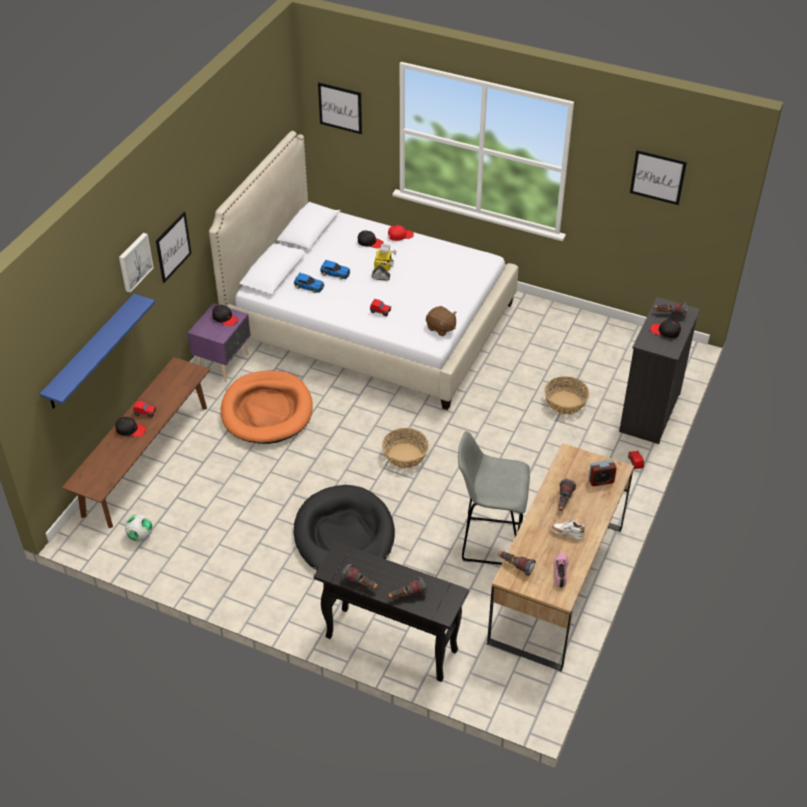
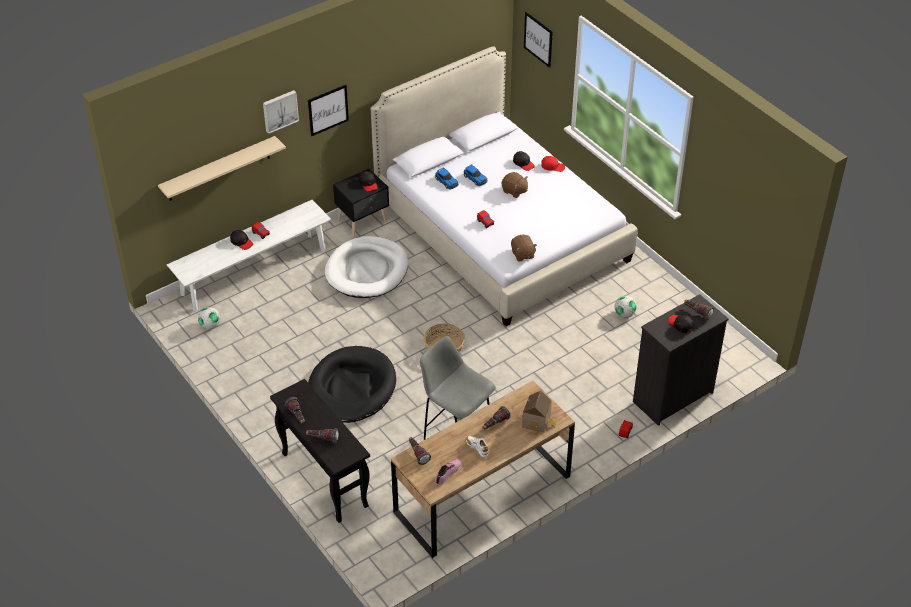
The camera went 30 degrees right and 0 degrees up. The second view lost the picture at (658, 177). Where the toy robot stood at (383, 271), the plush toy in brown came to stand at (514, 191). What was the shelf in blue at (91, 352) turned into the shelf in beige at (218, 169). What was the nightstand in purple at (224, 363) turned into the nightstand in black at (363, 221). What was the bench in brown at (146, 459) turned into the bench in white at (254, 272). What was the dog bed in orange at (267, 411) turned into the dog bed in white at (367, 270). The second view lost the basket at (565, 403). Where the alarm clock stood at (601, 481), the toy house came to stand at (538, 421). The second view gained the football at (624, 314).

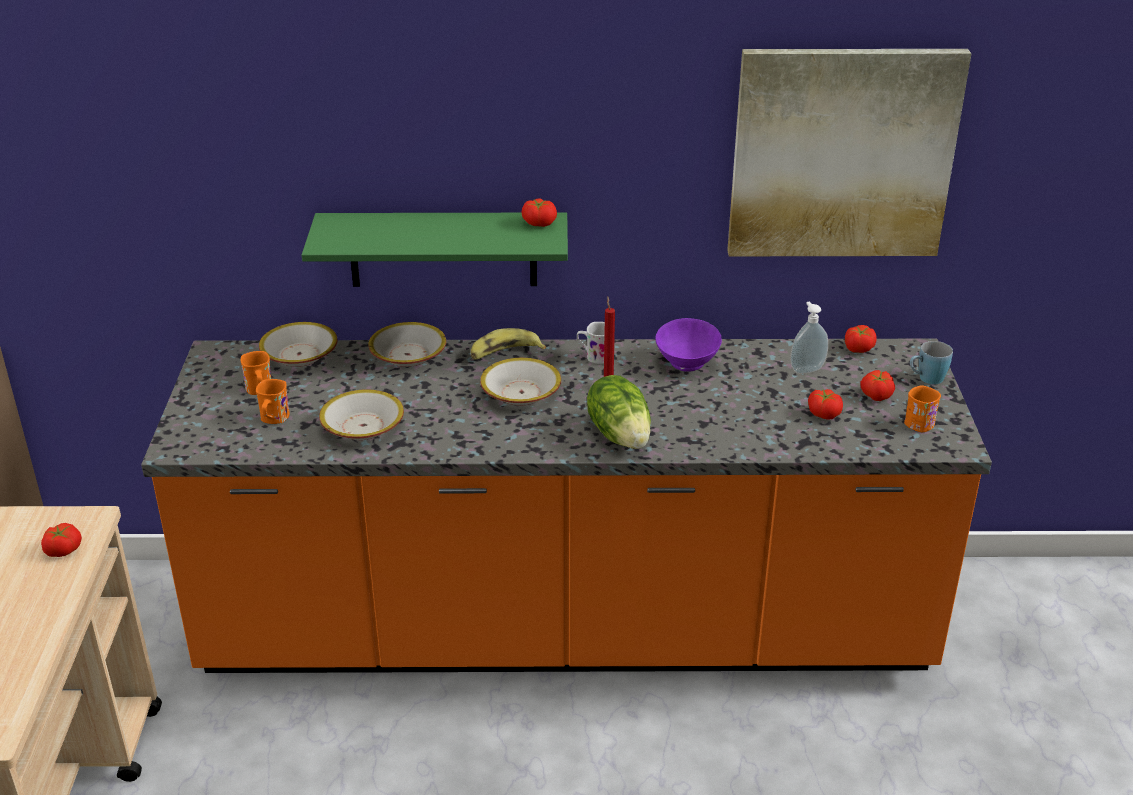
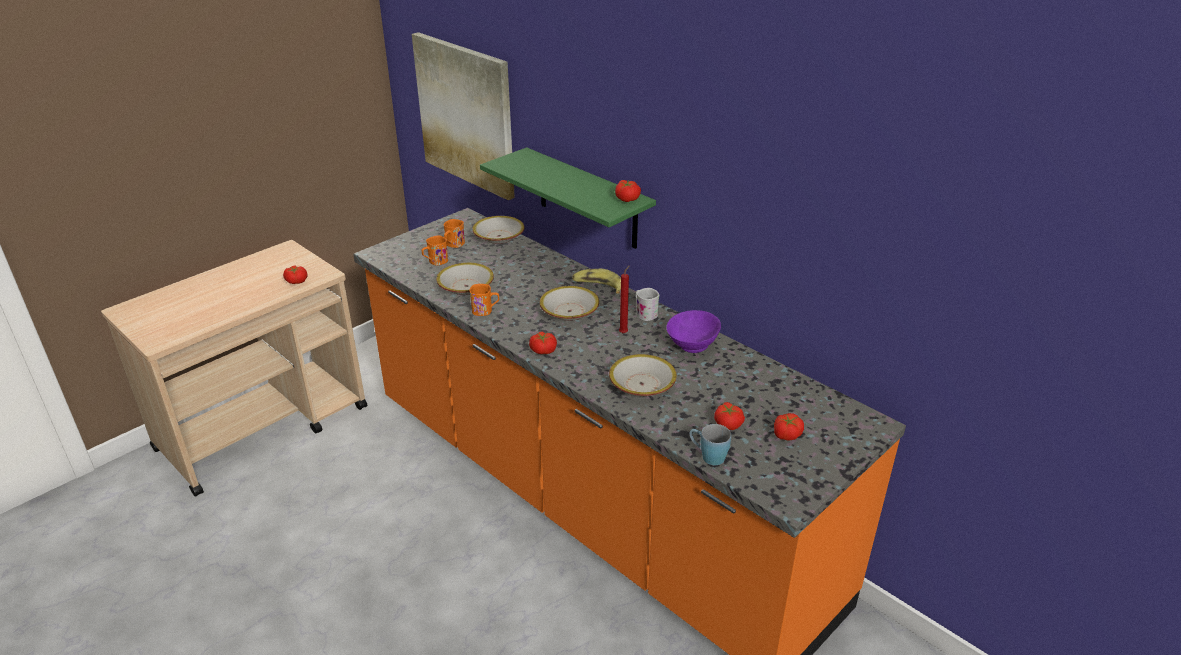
The camera went 45 degrees right and 0 degrees up. The picture ended up elsewhere, having gone from (842, 153) to (466, 114). The second view lost the soap dispenser at (806, 369). The bowl ended up elsewhere, having gone from (407, 355) to (641, 384). The tomato ended up elsewhere, having gone from (858, 348) to (543, 350). The mug in blue ended up elsewhere, having gone from (926, 379) to (708, 456). The second view lost the lettuce at (621, 434). The mug in orange ended up elsewhere, having gone from (922, 422) to (485, 311).

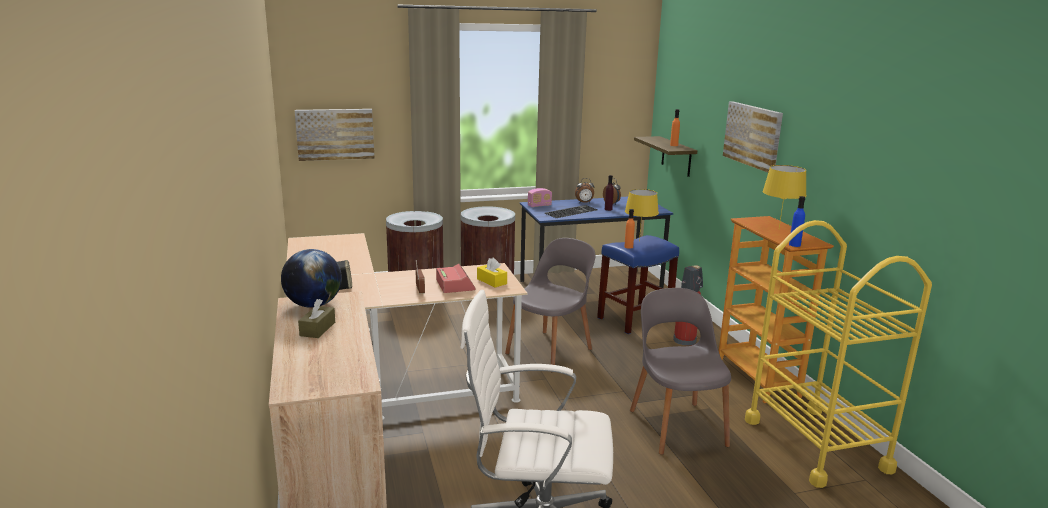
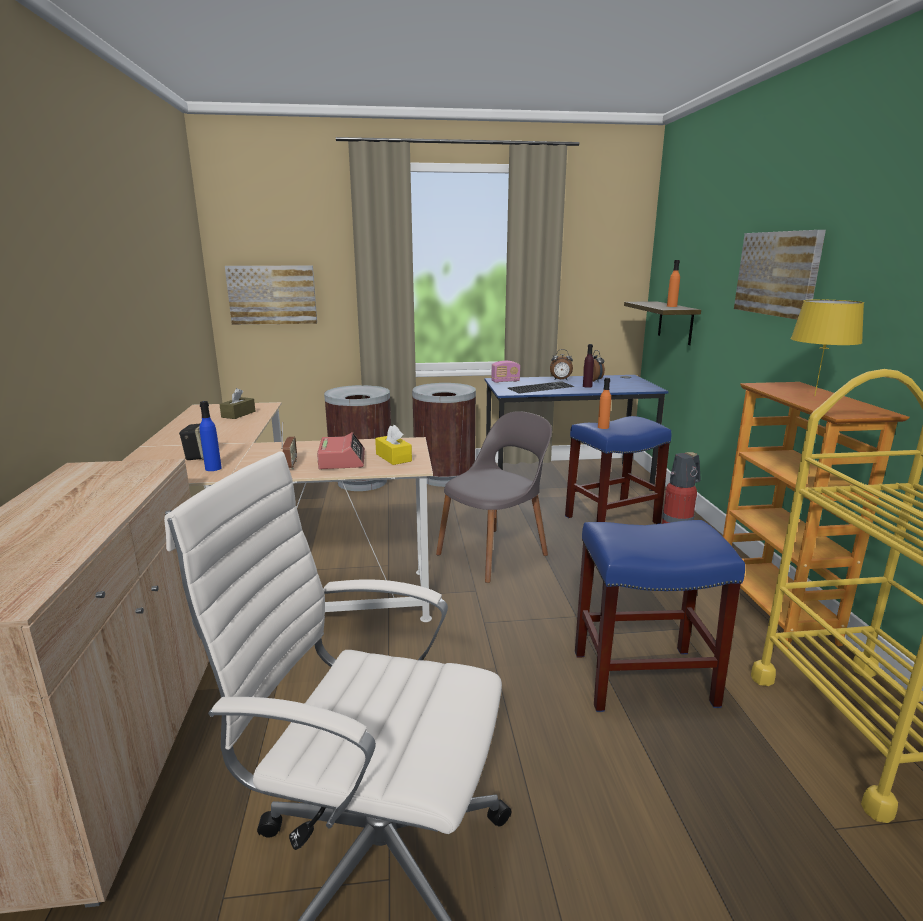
The camera went 10 degrees right and 0 degrees up. The second view lost the table lamp in yellow at (639, 241). The bottle in blue ended up elsewhere, having gone from (794, 245) to (213, 468). The second view lost the globe at (313, 305). Where the chair in grey stood at (677, 426), the stool in blue came to stand at (644, 677). The tissue box in brown ended up elsewhere, having gone from (317, 329) to (238, 414).

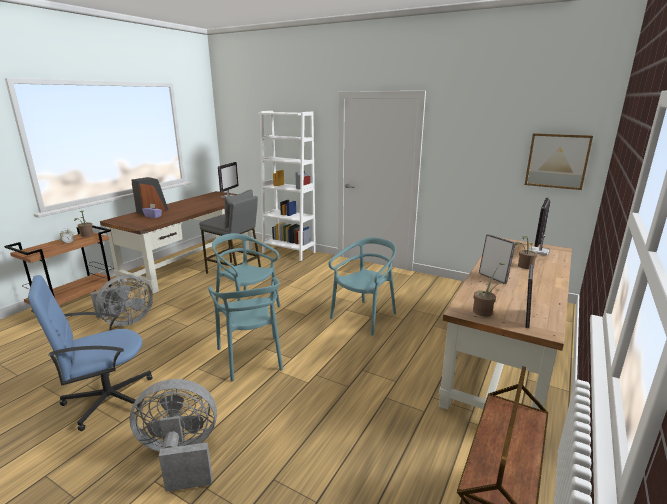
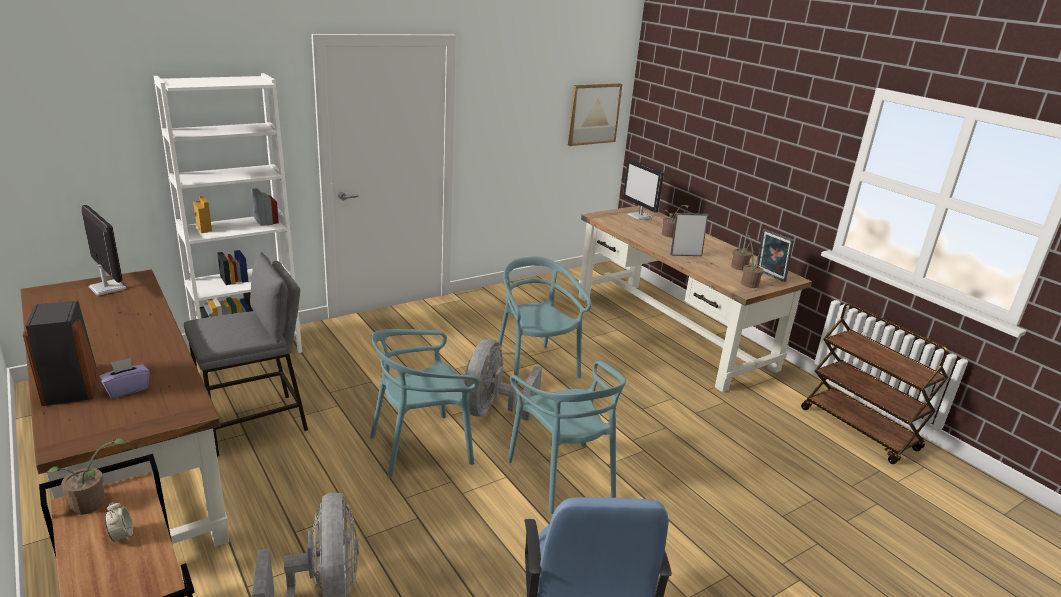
The camera went 65 degrees left and 5 degrees up. The chair in turquoise at (251, 357) ended up facing another way, 60 degrees clockwise from before. The fan in grey ended up elsewhere, having gone from (181, 456) to (492, 410). The second view gained the potted plant at (740, 266).

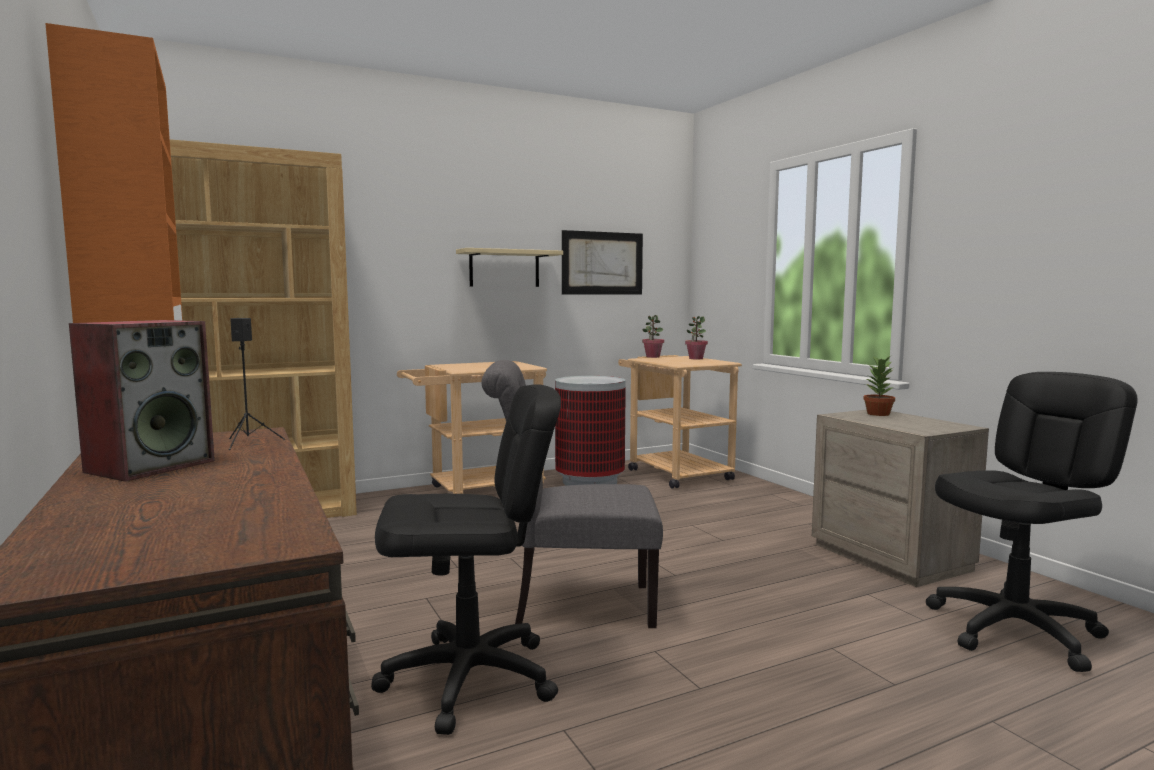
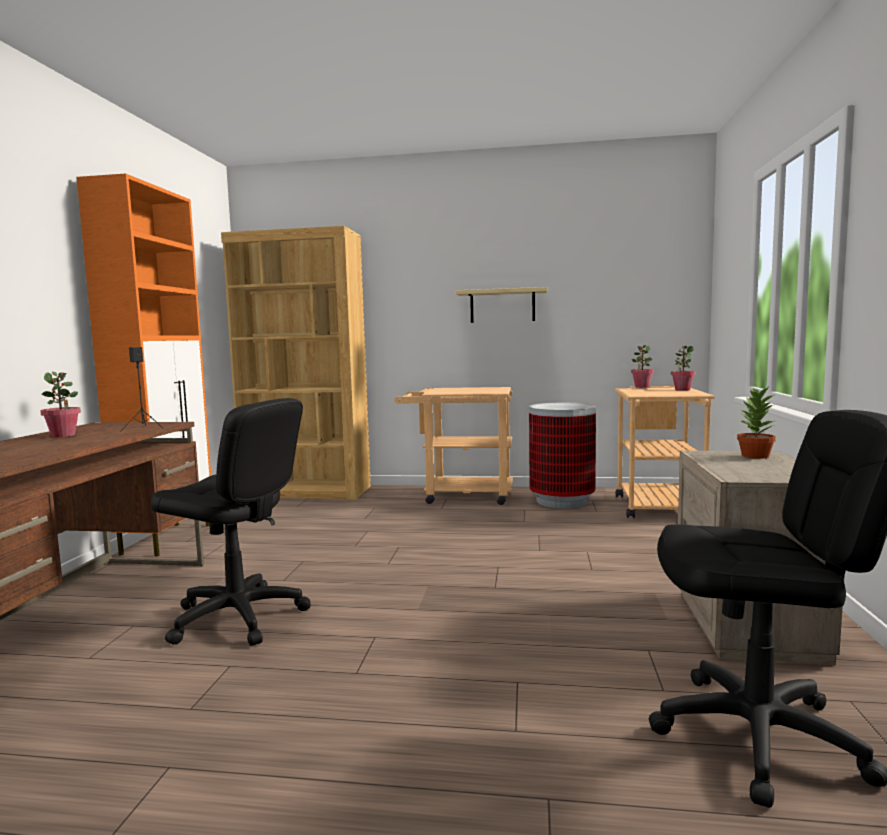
The camera went 35 degrees right and 0 degrees up. The second view lost the picture at (602, 263). Where the speaker stood at (151, 466), the potted plant came to stand at (63, 435). The second view lost the chair in grey at (573, 605).

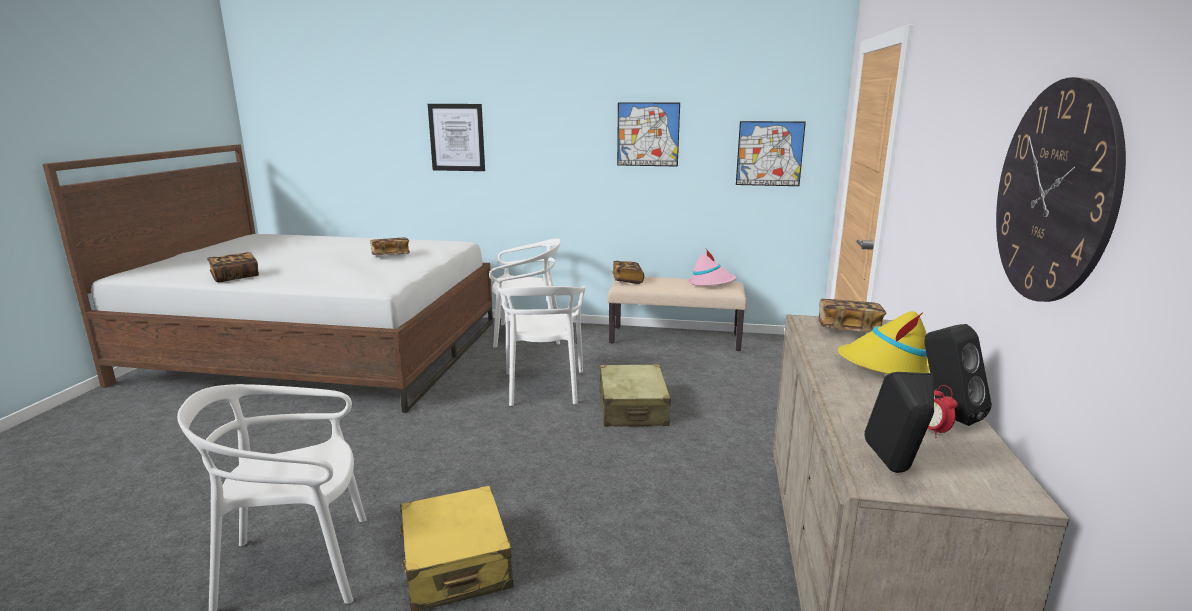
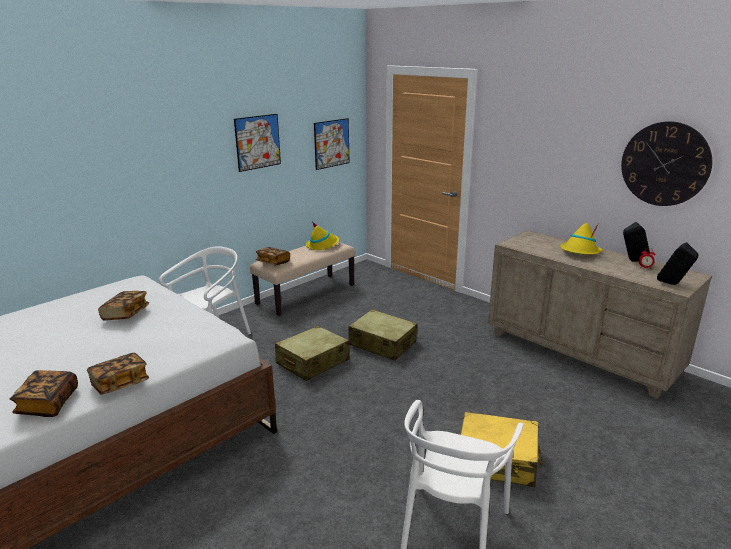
The camera went 55 degrees left and 5 degrees up. The second view lost the picture at (457, 137). What was the hat in pink at (711, 283) turned into the hat in yellow at (322, 245). Where the chair in white stood at (544, 387), the suitcase in beige came to stand at (312, 362). The book ended up elsewhere, having gone from (848, 330) to (120, 383).

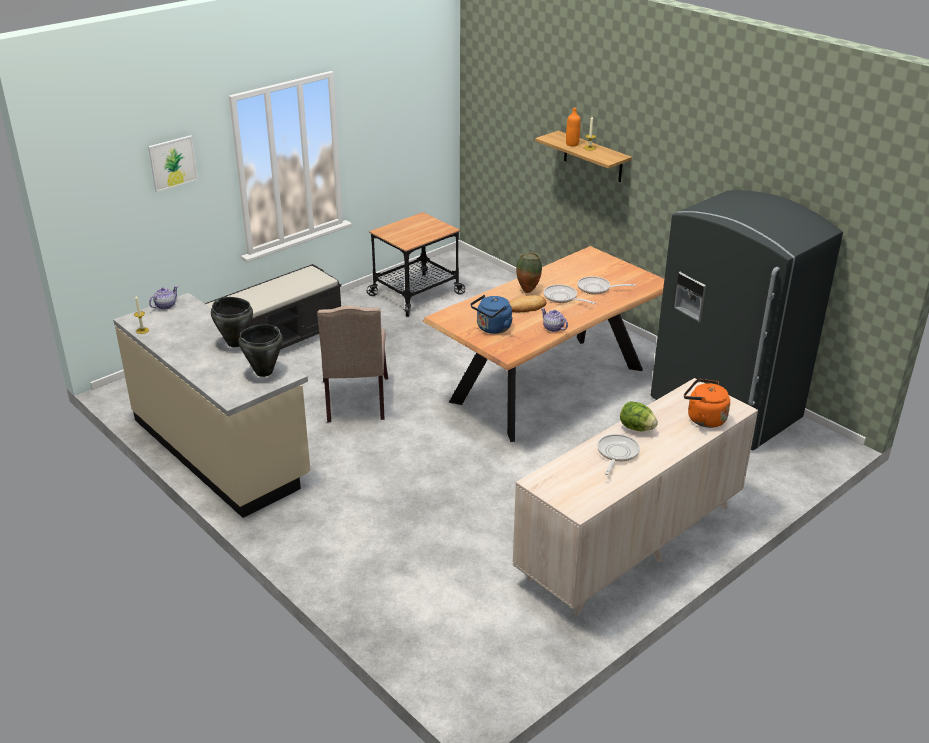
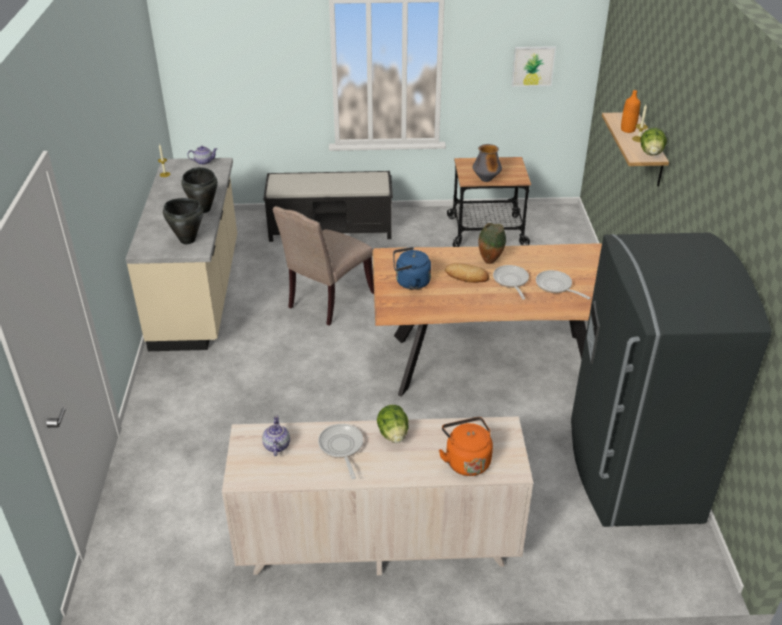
The camera went 40 degrees right and 5 degrees up. The picture ended up elsewhere, having gone from (172, 163) to (533, 66). The teapot ended up elsewhere, having gone from (553, 328) to (276, 446). The frying pan at (616, 454) ended up facing another way, 75 degrees counterclockwise from before. The second view gained the lettuce at (651, 153). The second view gained the vase at (486, 179).

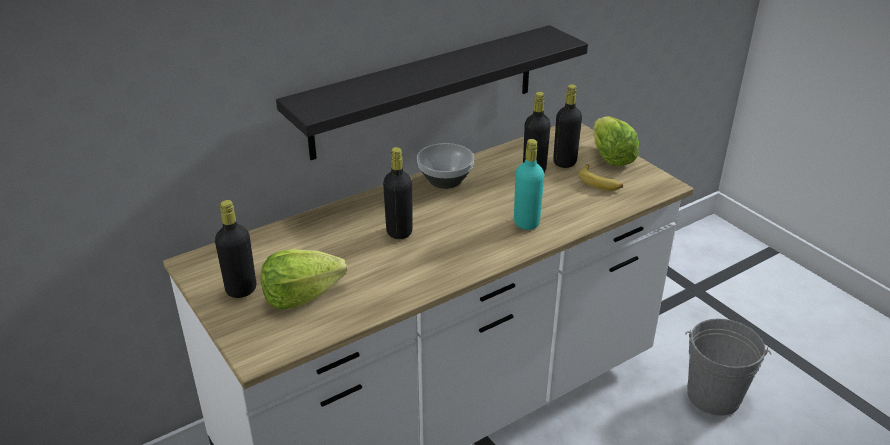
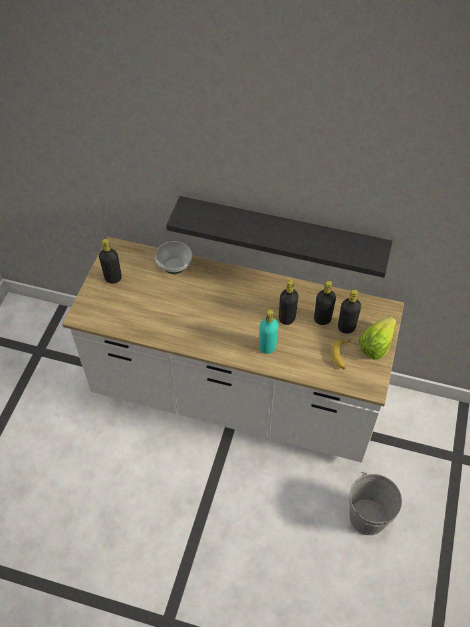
The camera went 50 degrees right and 20 degrees up. The bowl ended up elsewhere, having gone from (444, 180) to (174, 266). The bottle in black ended up elsewhere, having gone from (399, 232) to (287, 318). The second view lost the lettuce at (301, 296).

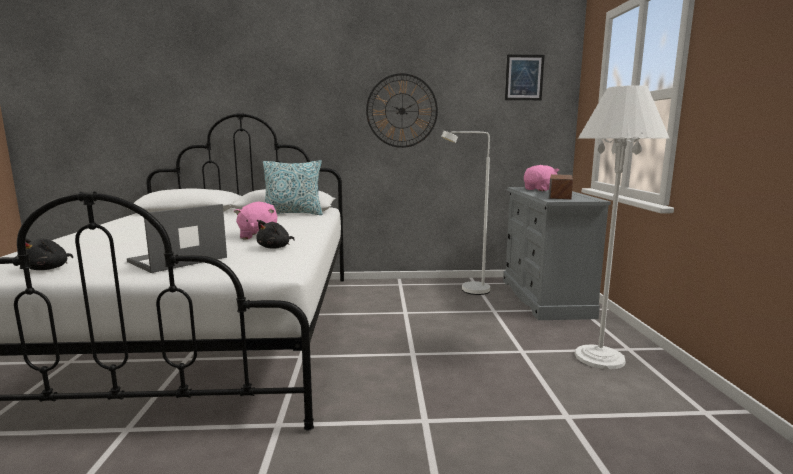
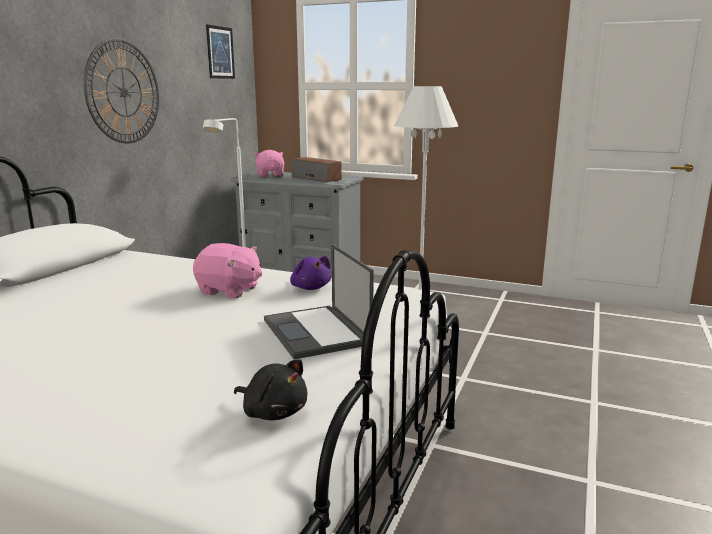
The camera went 65 degrees left and 5 degrees up. The second view lost the pillow at (293, 214). What was the plush toy in black at (275, 247) turned into the plush toy in purple at (310, 287).

